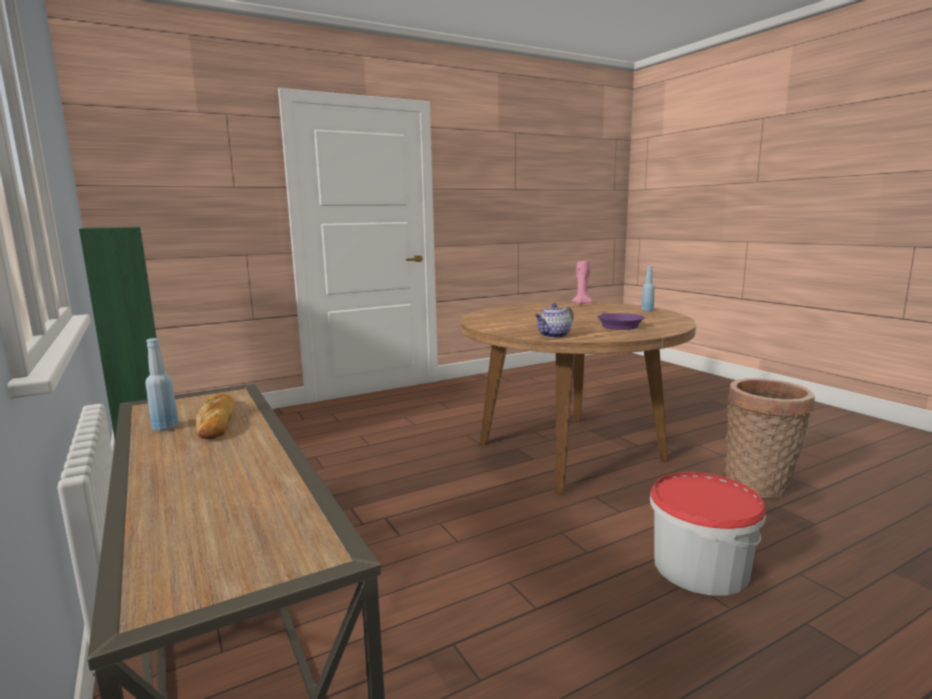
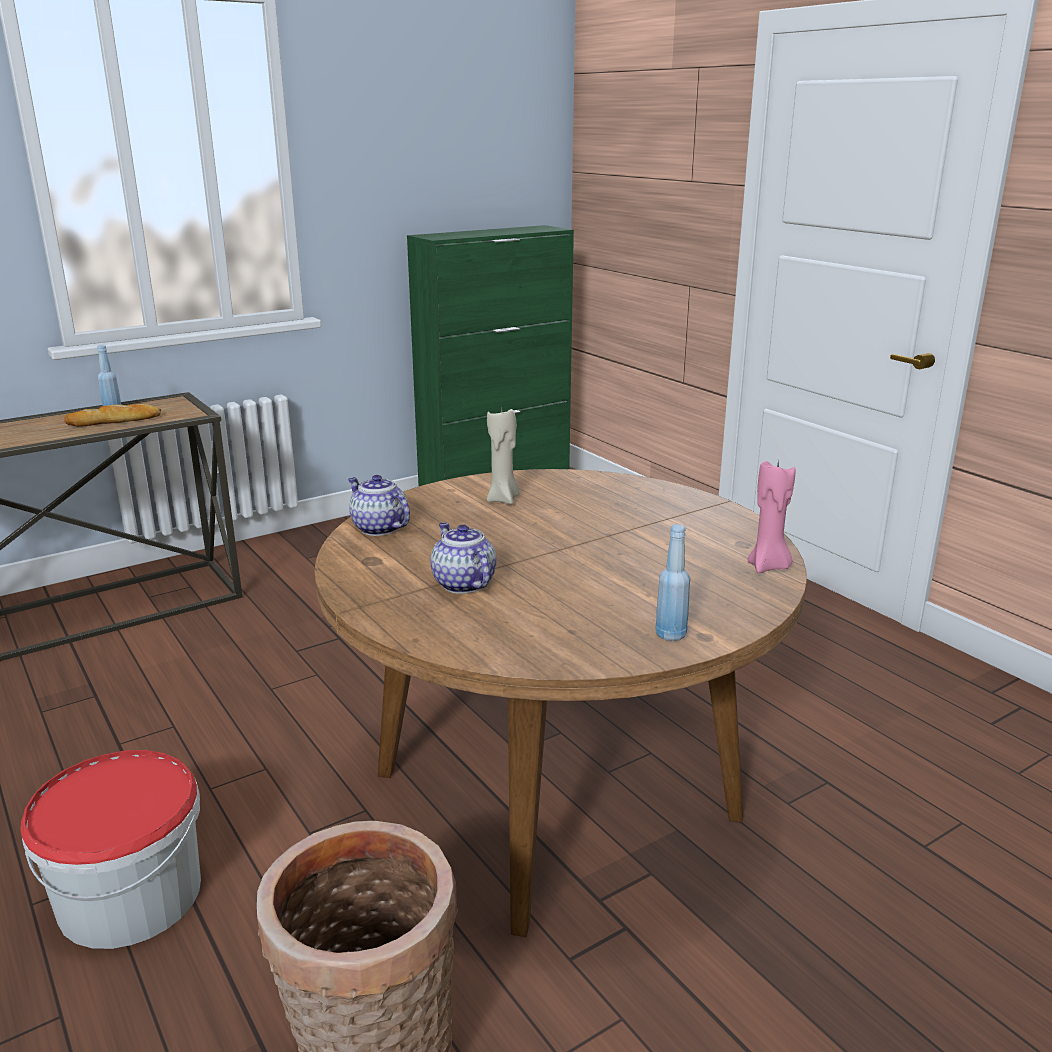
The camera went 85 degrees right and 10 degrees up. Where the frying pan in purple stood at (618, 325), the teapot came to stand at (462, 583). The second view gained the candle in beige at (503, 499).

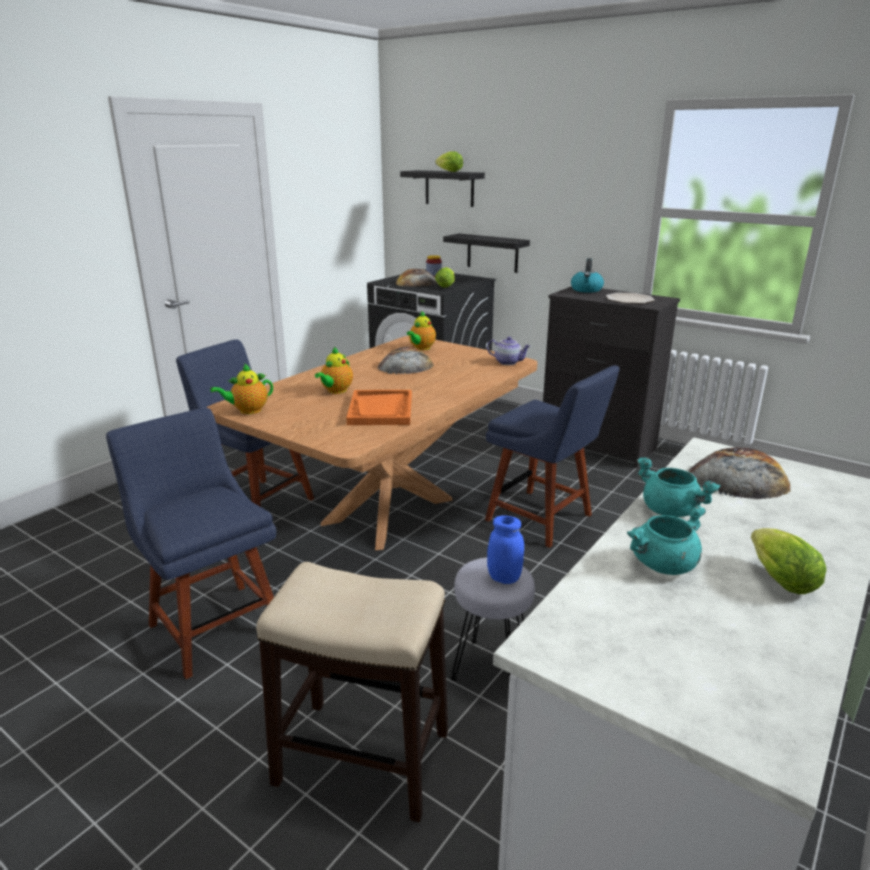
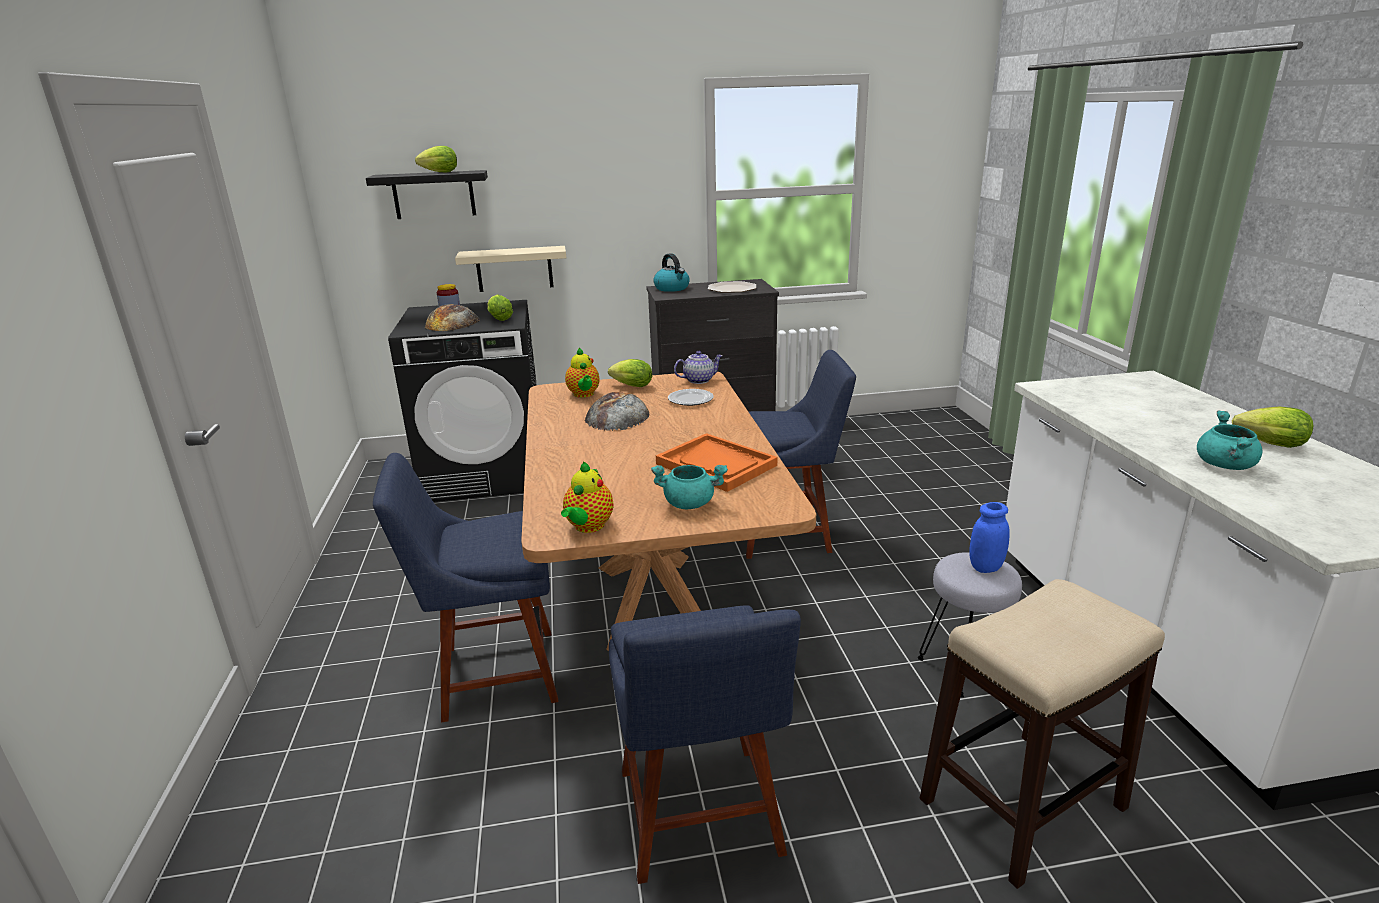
The camera went 45 degrees left and 0 degrees up. What was the shelf in black at (492, 253) turned into the shelf in beige at (514, 269). The second view lost the teapot at (336, 391). The chair in blue at (213, 624) ended up facing another way, 105 degrees counterclockwise from before. The second view lost the bread at (739, 478). The cooking pot in turquoise ended up elsewhere, having gone from (671, 511) to (690, 503). The second view gained the lettuce at (630, 386). The second view gained the plate at (690, 400).

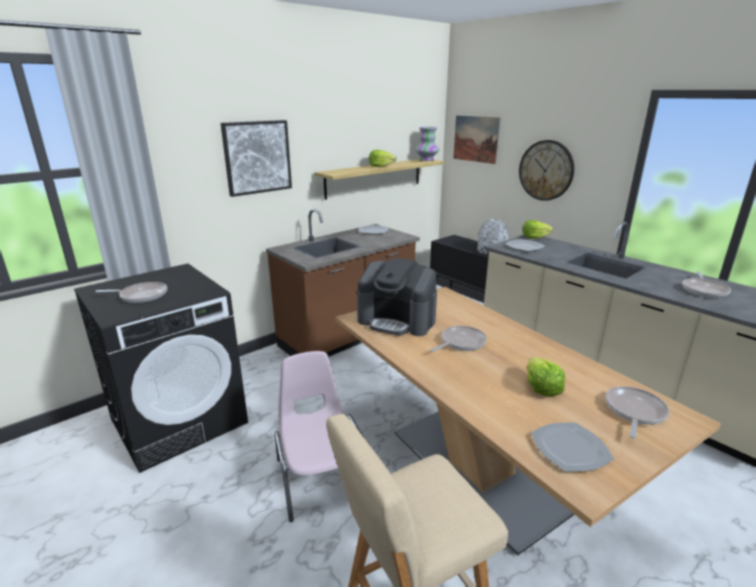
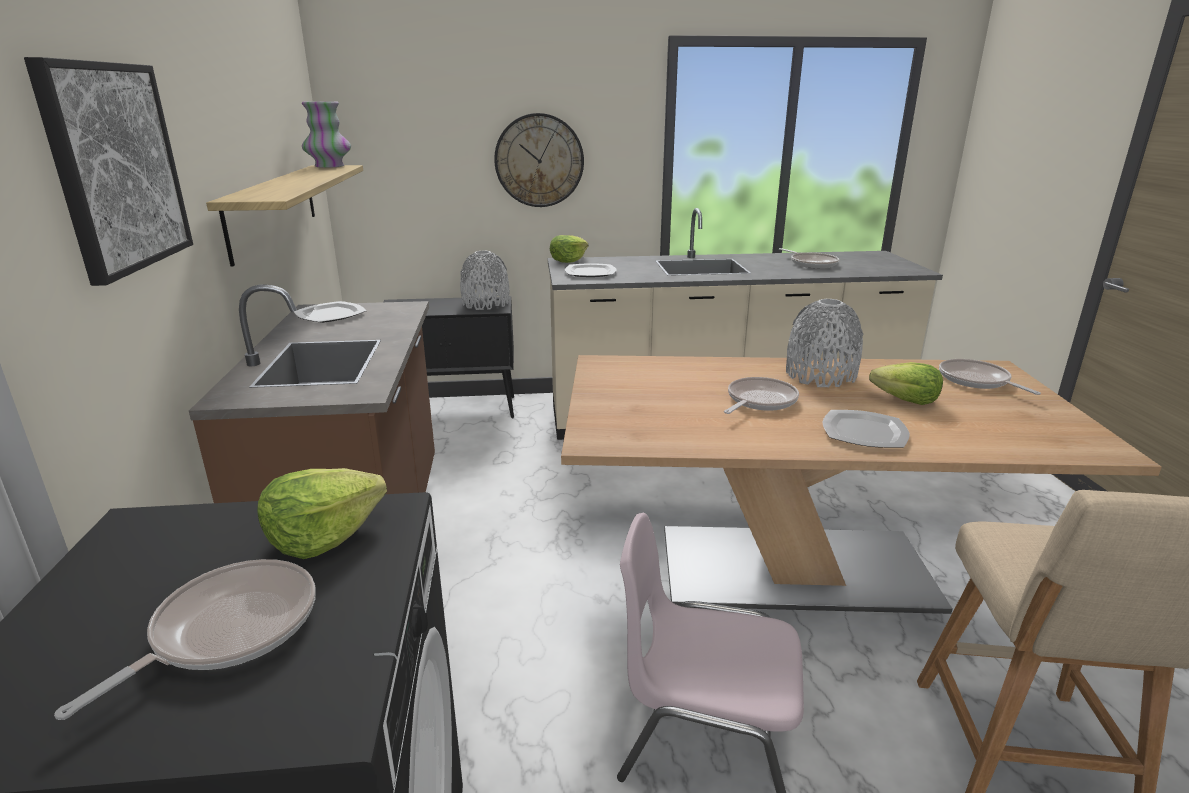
The camera went 55 degrees left and 0 degrees up. The second view lost the picture at (475, 139). The lettuce ended up elsewhere, having gone from (381, 166) to (323, 535). The second view lost the coffee machine at (397, 320). The frying pan at (460, 343) ended up facing another way, 45 degrees clockwise from before. The plate ended up elsewhere, having gone from (571, 449) to (865, 432). The second view gained the vase in grey at (820, 375).

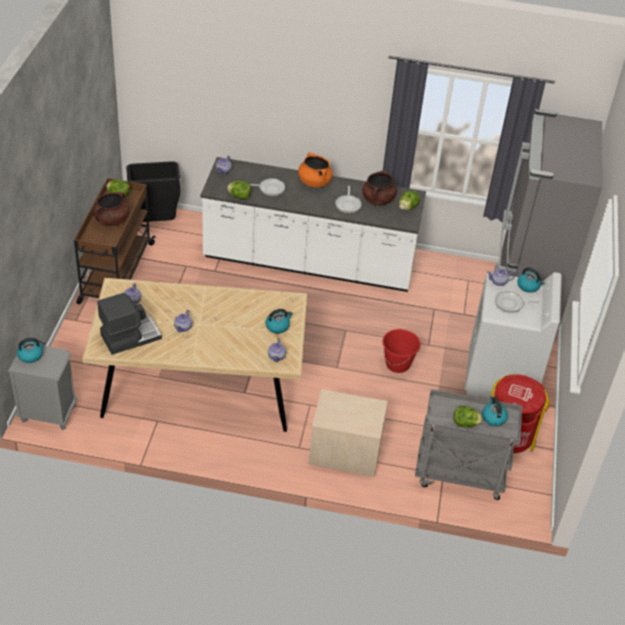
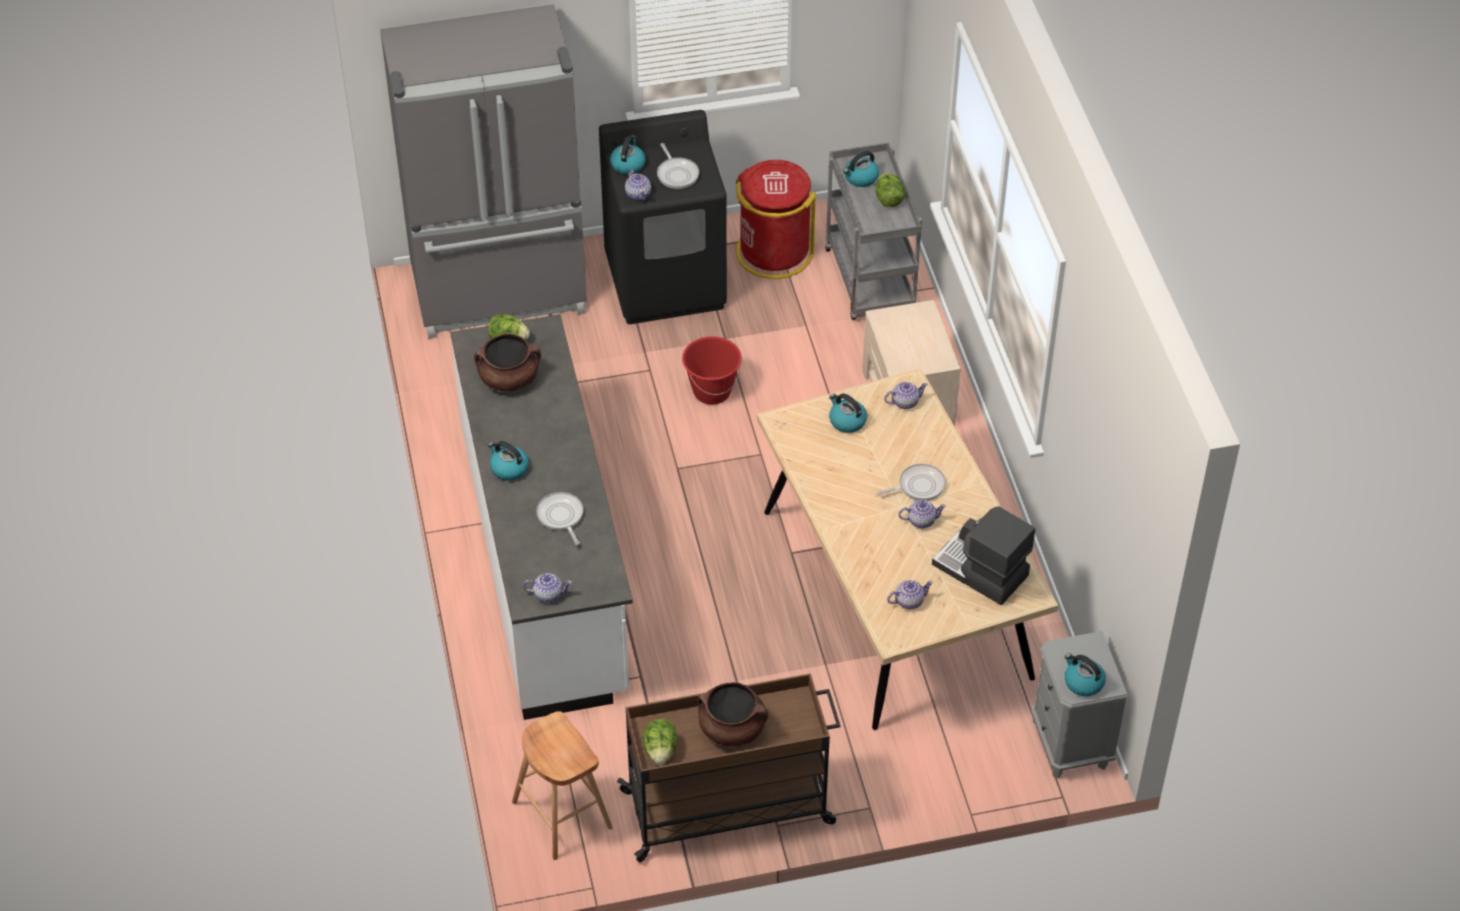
The camera went 110 degrees left and 5 degrees up. Where the cooking pot in orange stood at (314, 182), the kettle came to stand at (509, 468). Where the trash can in black stood at (155, 222), the stool in brown came to stand at (562, 815). The second view lost the lettuce at (239, 196). The frying pan ended up elsewhere, having gone from (348, 204) to (918, 486). What was the washing machine in white at (501, 377) turned into the washing machine in black at (666, 281).

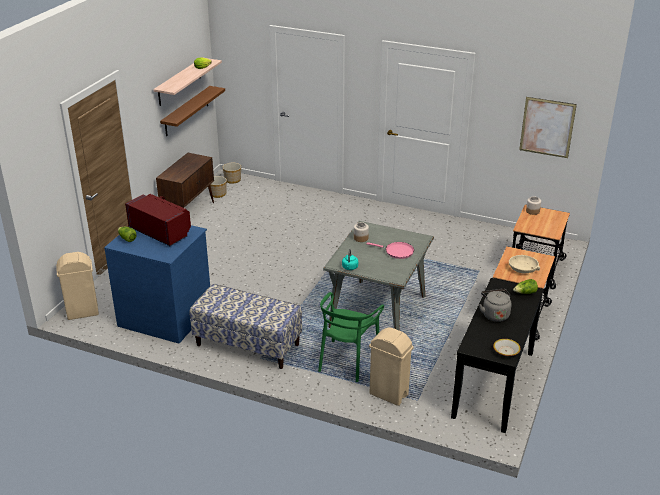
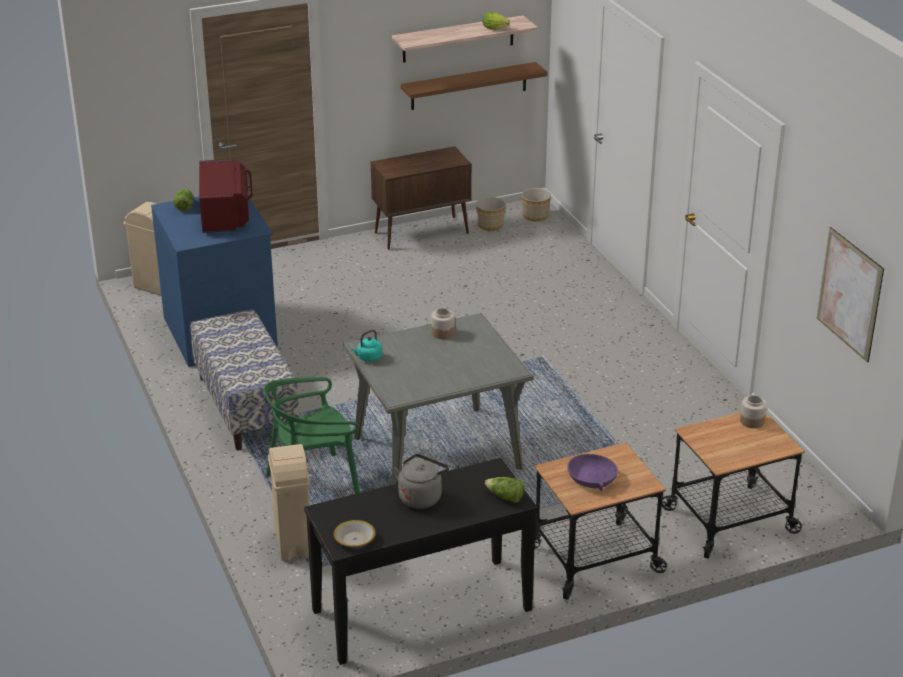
The camera went 45 degrees right and 0 degrees up. The second view lost the frying pan in pink at (397, 251). What was the bowl in beige at (523, 268) turned into the bowl in purple at (592, 478).

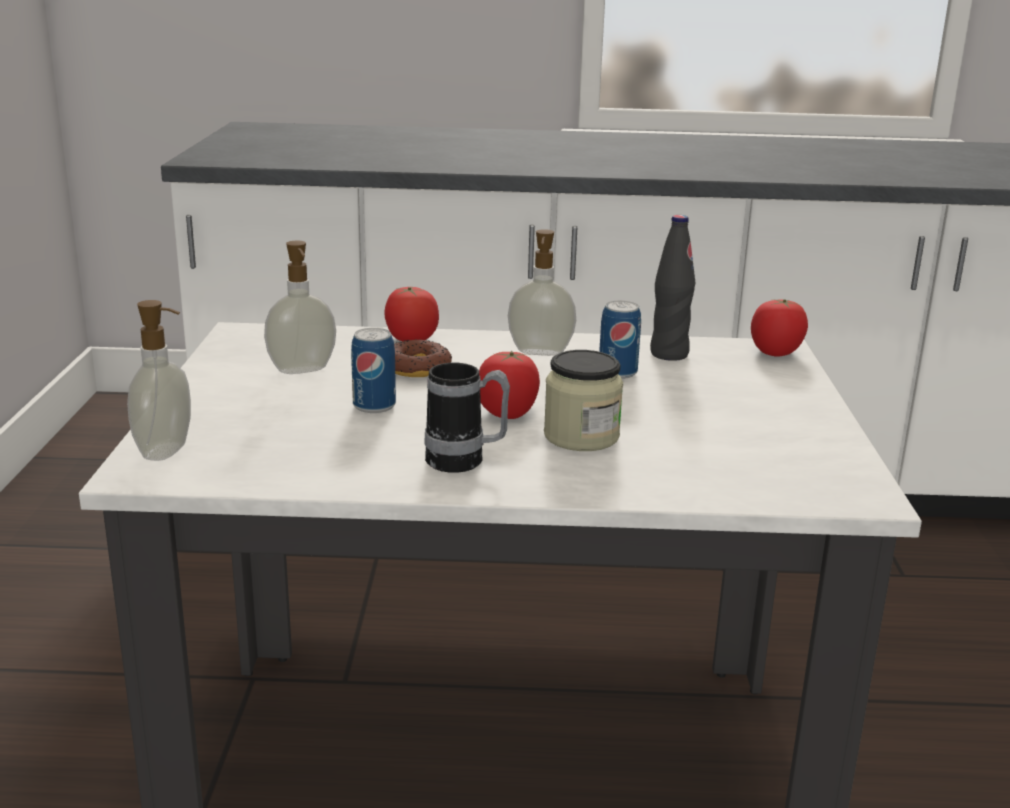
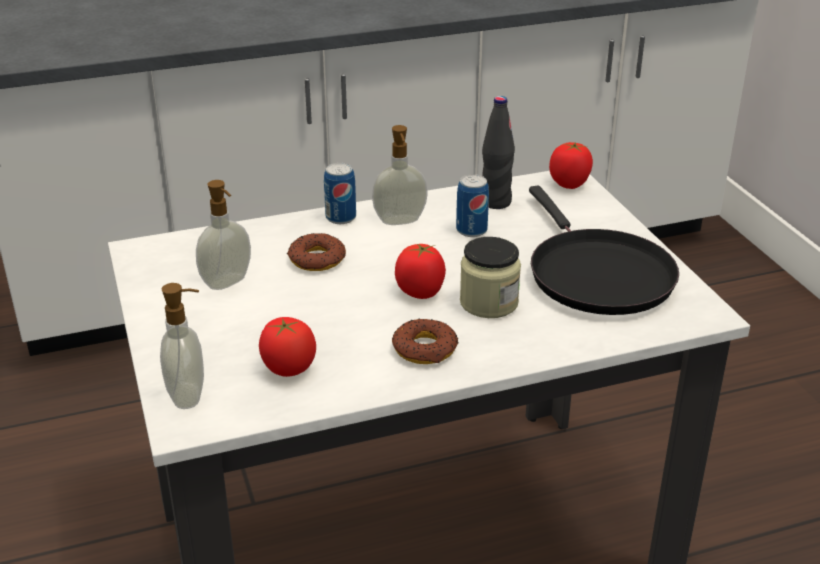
The camera went 20 degrees left and 10 degrees up. The tomato ended up elsewhere, having gone from (411, 340) to (288, 369). The can ended up elsewhere, having gone from (374, 406) to (341, 218). Where the mug stood at (466, 462), the donut came to stand at (425, 349). The second view gained the frying pan in black at (596, 274).

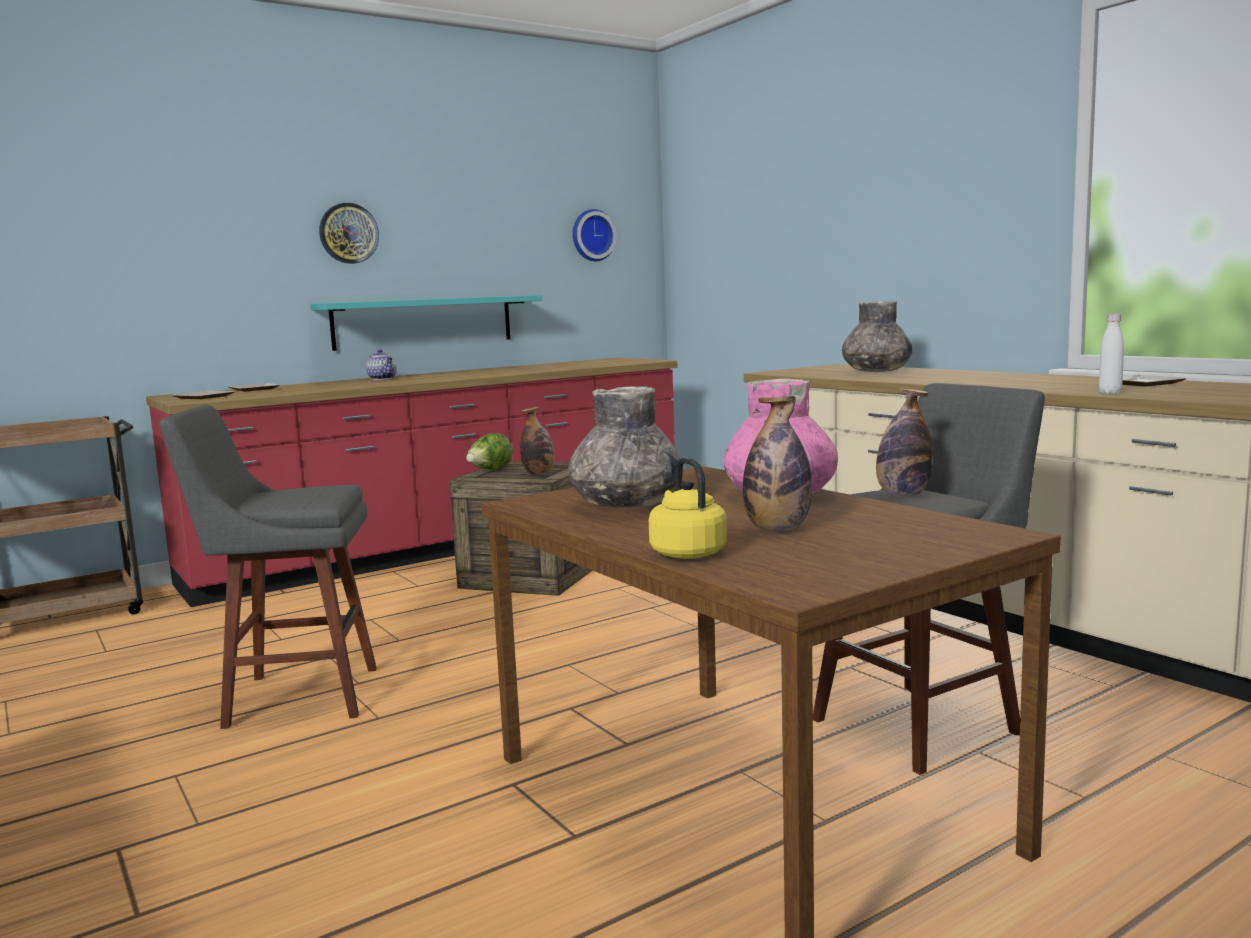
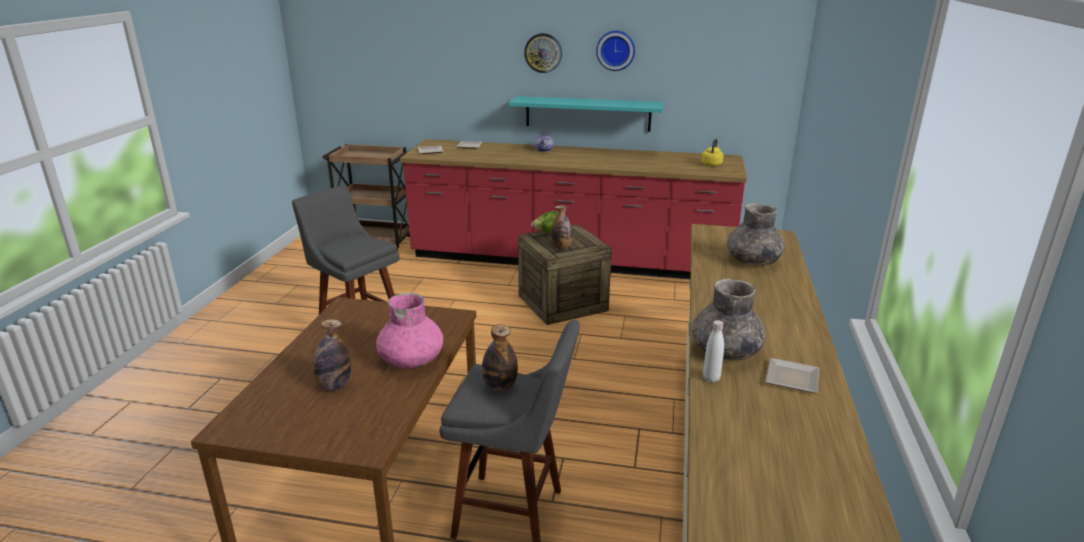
The camera went 45 degrees right and 15 degrees up. The wall clock ended up elsewhere, having gone from (592, 235) to (615, 50). The vase in grey ended up elsewhere, having gone from (627, 506) to (725, 351). The kettle in yellow ended up elsewhere, having gone from (686, 552) to (711, 164).

